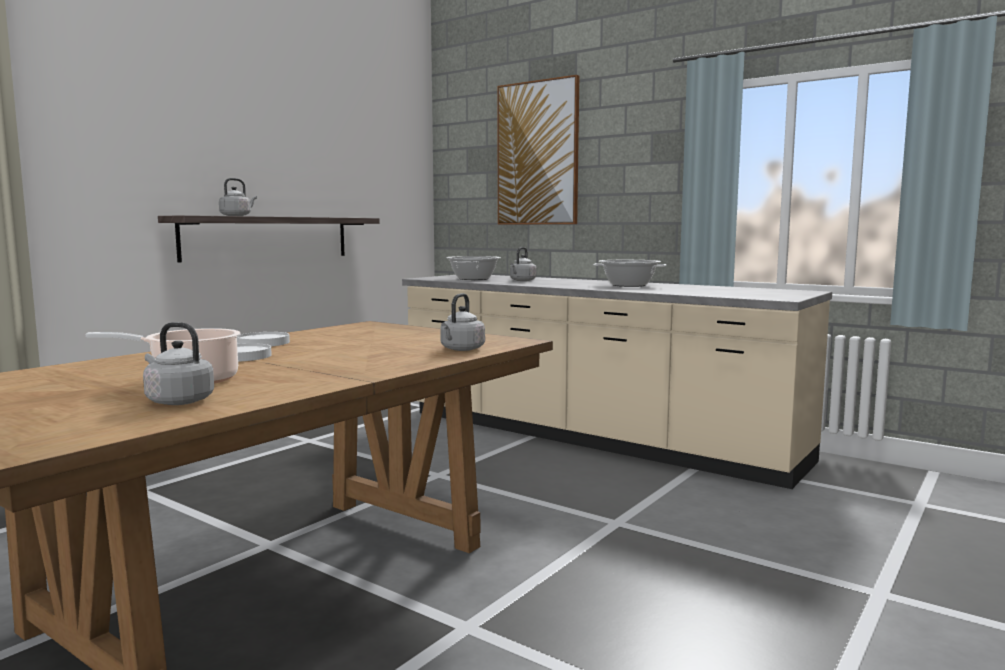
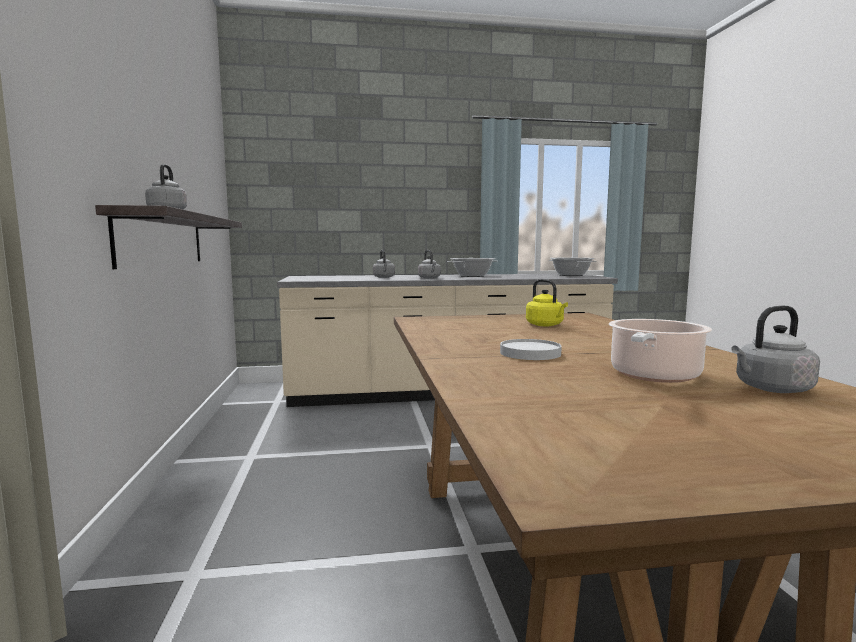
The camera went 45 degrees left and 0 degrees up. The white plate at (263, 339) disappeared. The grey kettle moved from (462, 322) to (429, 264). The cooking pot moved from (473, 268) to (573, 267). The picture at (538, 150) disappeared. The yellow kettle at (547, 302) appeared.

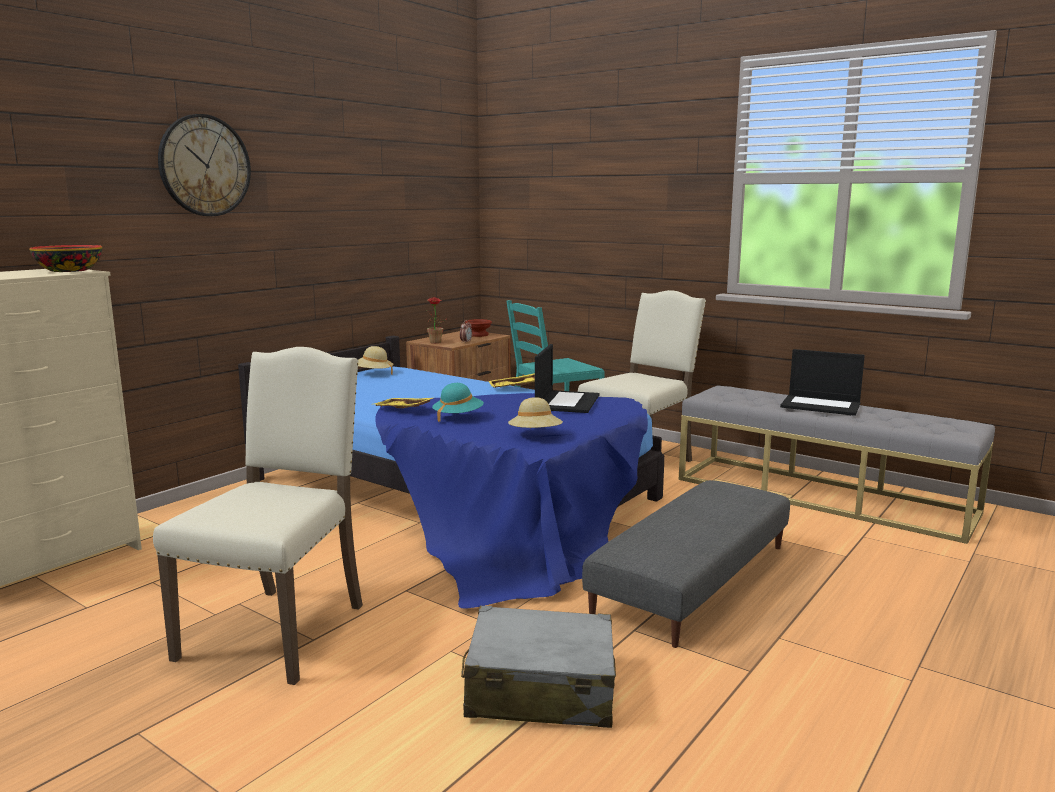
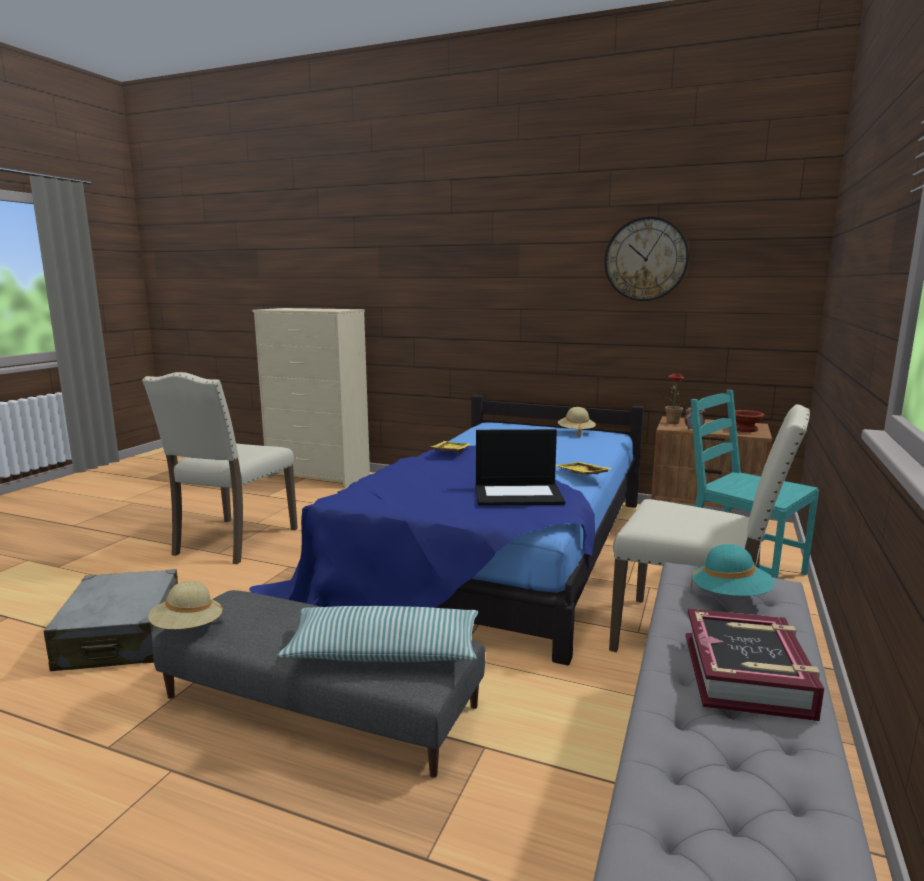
The camera went 75 degrees right and 0 degrees up. The bowl at (65, 258) disappeared. The beige chair at (258, 516) turned 105 degrees clockwise. The wall clock moved from (204, 165) to (646, 258). The turquoise hat moved from (458, 403) to (733, 570). The beige hat moved from (535, 412) to (186, 605). The laptop at (822, 382) was replaced by the book at (755, 665). The pillow at (377, 634) appeared.

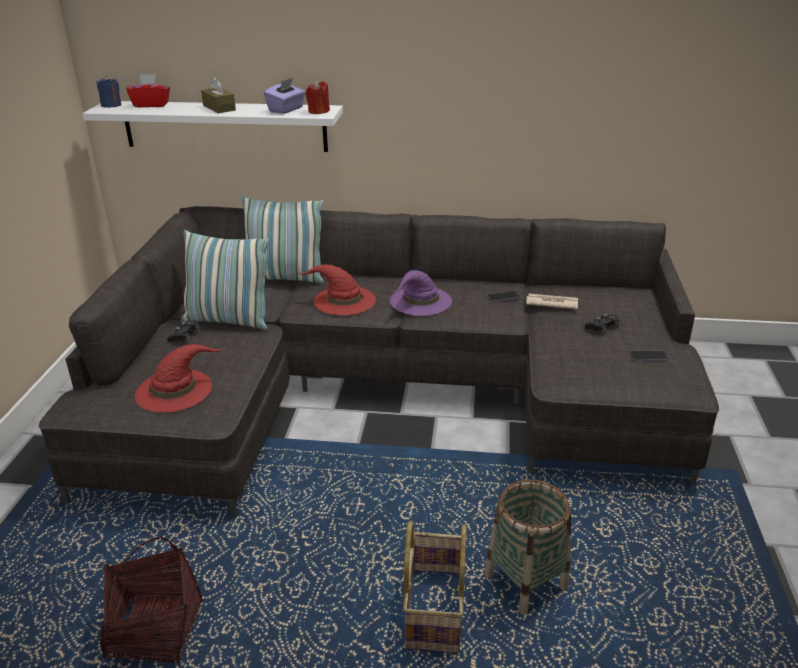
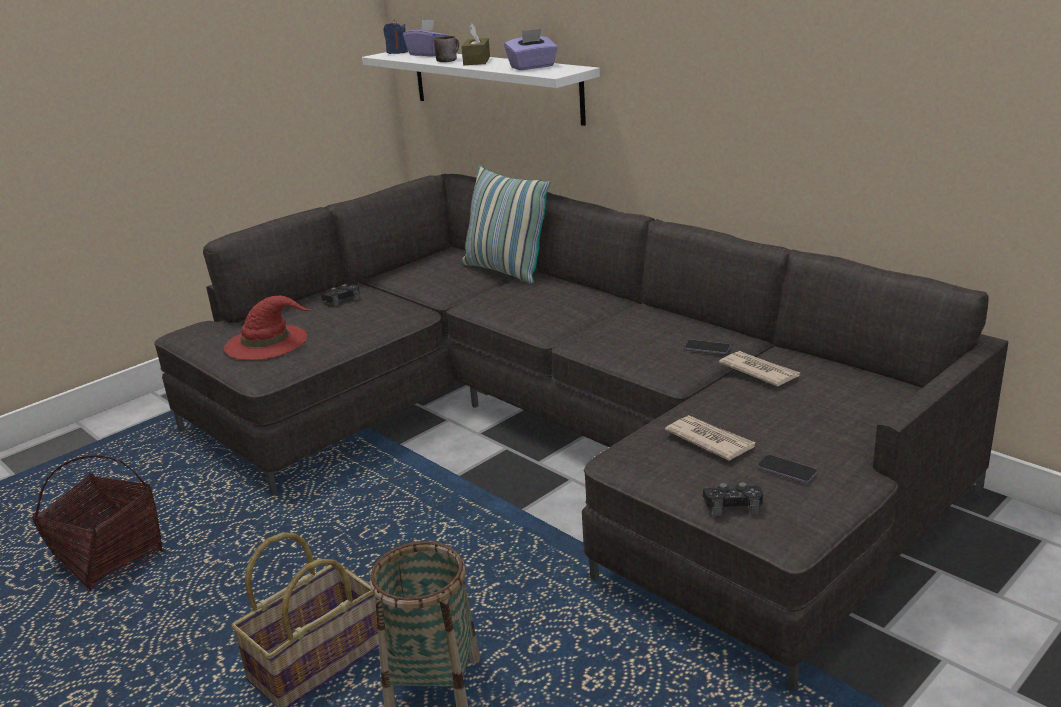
The camera went 40 degrees right and 5 degrees down. The red tissue box at (148, 90) became the purple tissue box at (426, 38). The pillow at (225, 279) disappeared. The red hat at (337, 289) disappeared. The red candle at (318, 97) disappeared. The purple hat at (421, 293) disappeared. The black game controller moved from (602, 324) to (733, 499). The brown mug at (446, 49) appeared. The newspaper at (710, 438) appeared.

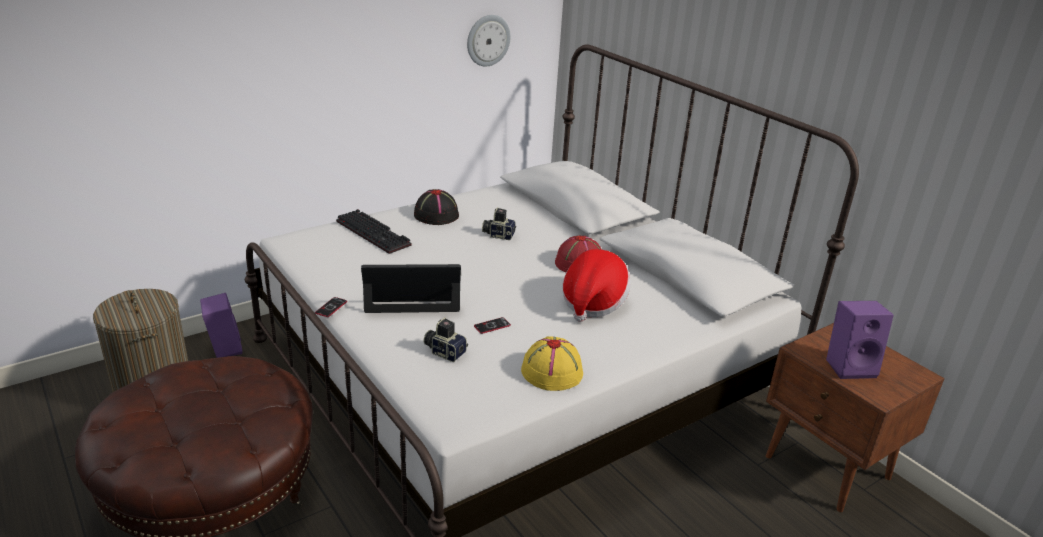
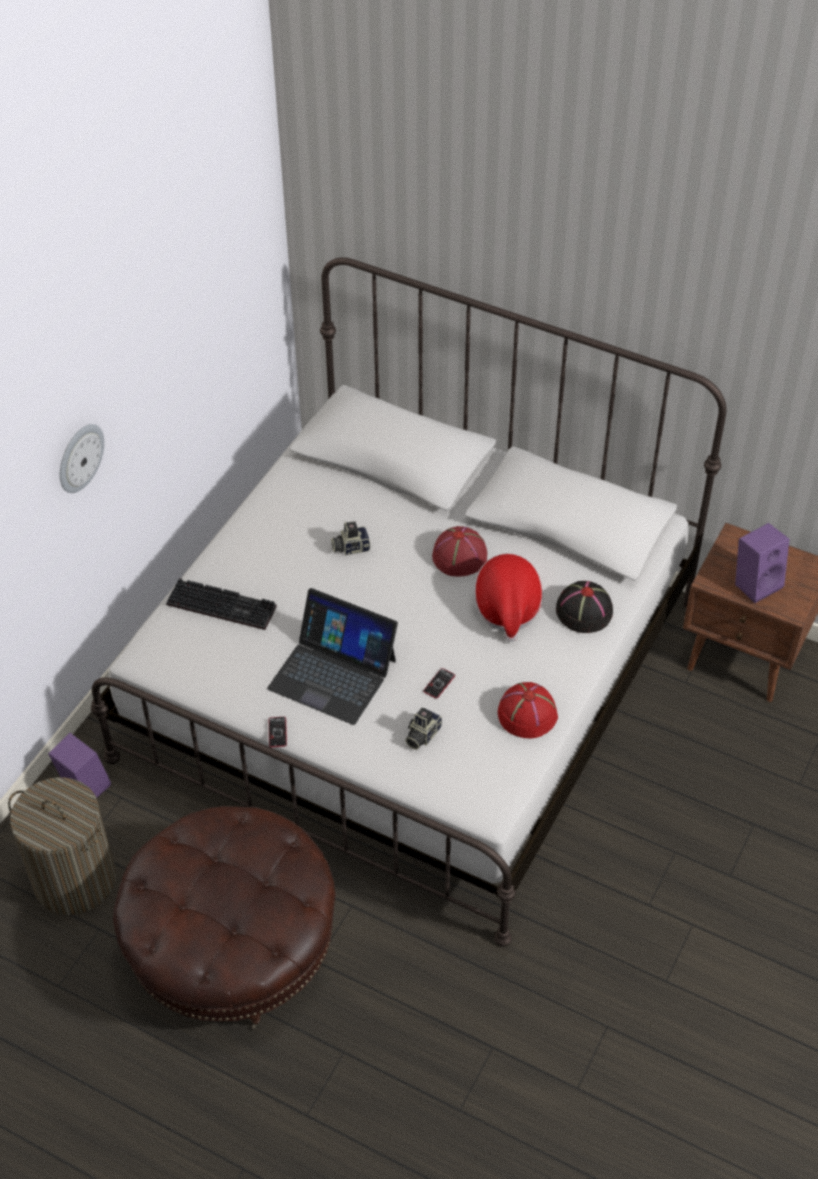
The camera went 25 degrees left and 20 degrees up. The laptop at (411, 288) turned 120 degrees counterclockwise. The black hat moved from (436, 207) to (584, 607). The photo camera at (445, 339) turned 60 degrees counterclockwise. The wall clock moved from (488, 40) to (82, 458). The yellow hat at (552, 363) became the red hat at (528, 710).

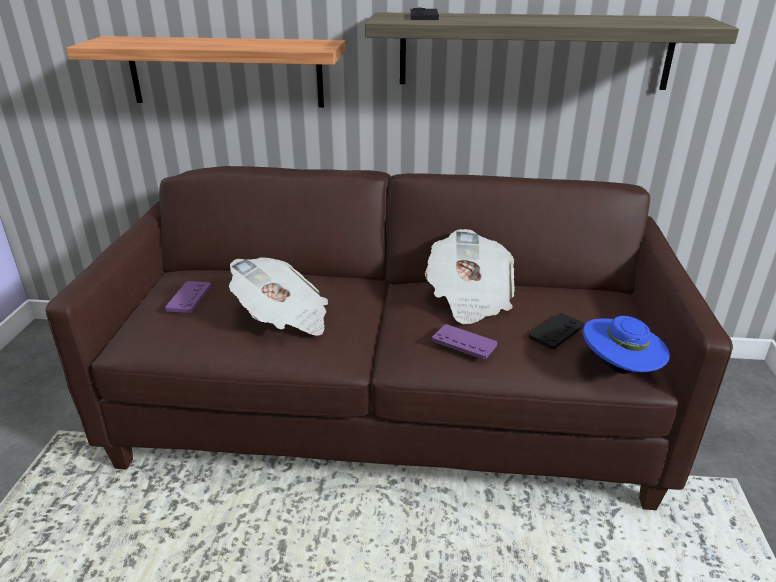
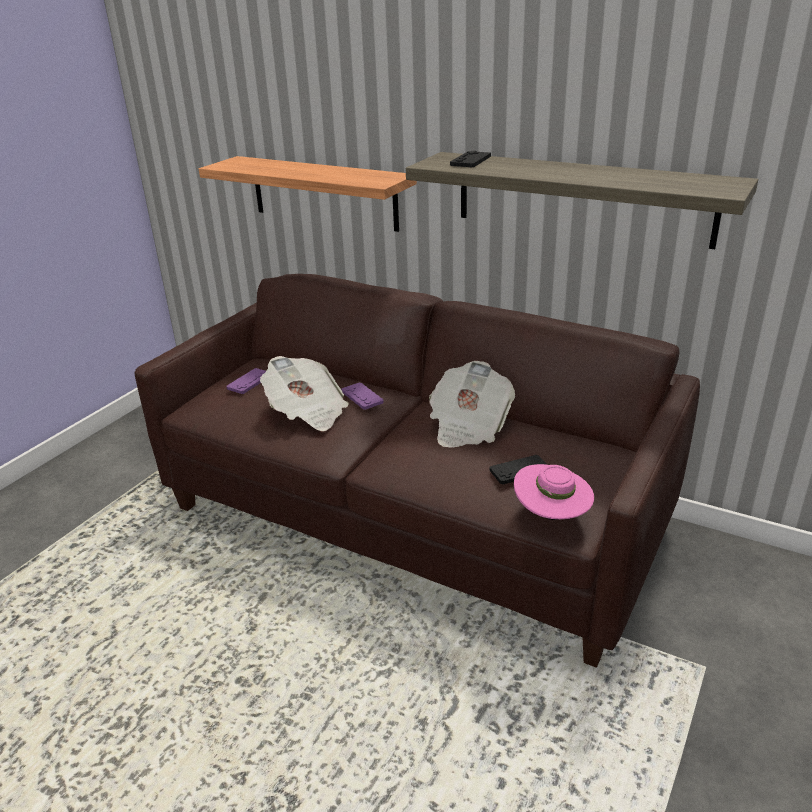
The camera went 25 degrees right and 0 degrees up. The purple game controller moved from (464, 342) to (362, 396). The blue hat at (626, 345) became the pink hat at (554, 492).

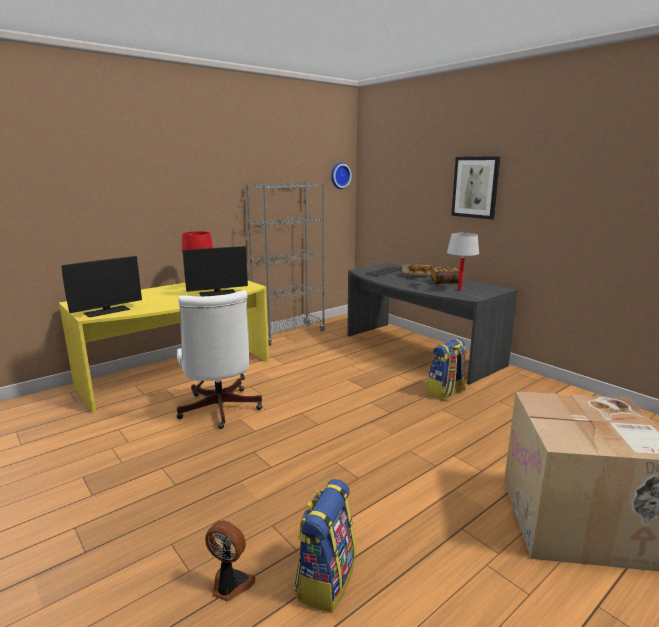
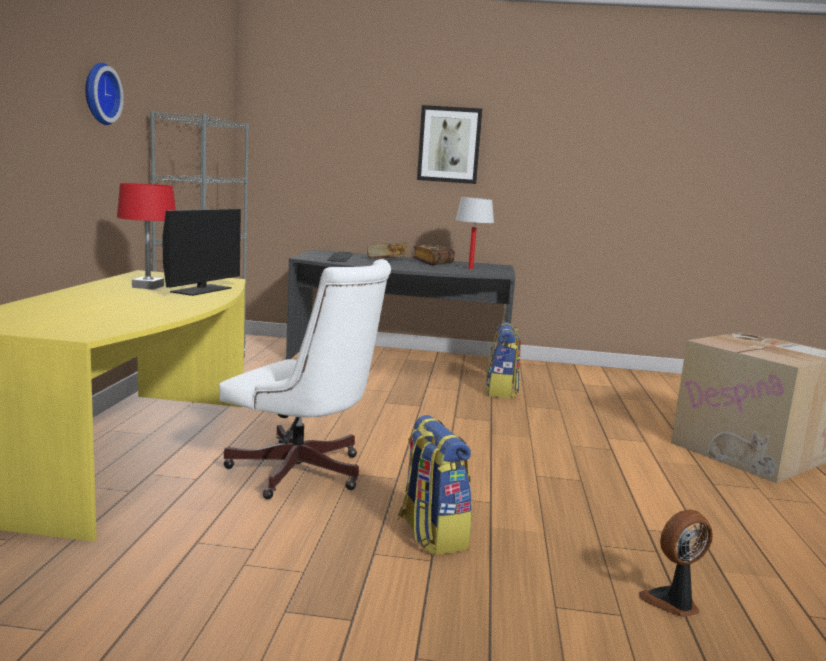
The camera went 45 degrees left and 5 degrees down. The monitor at (101, 287) disappeared. The backpack moved from (325, 546) to (435, 485). The wall clock moved from (341, 175) to (104, 94).

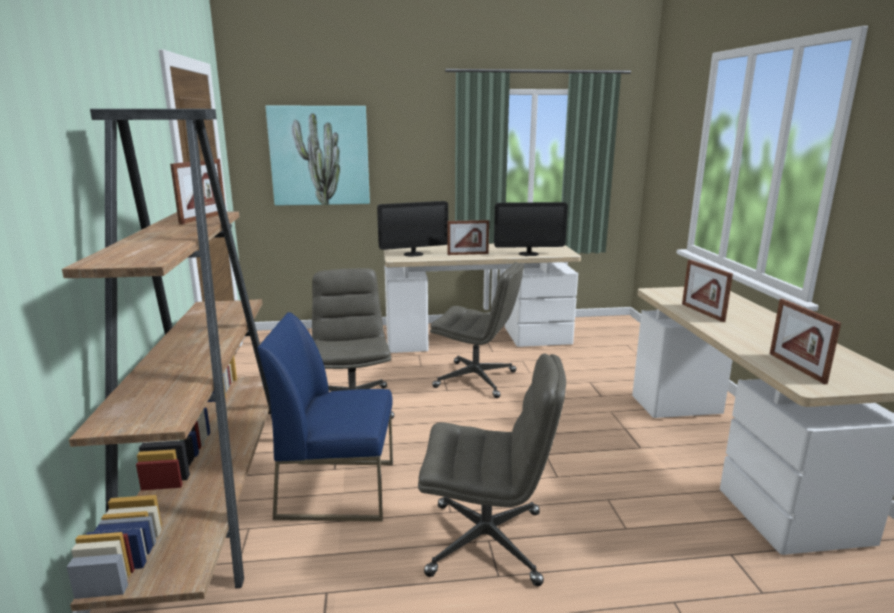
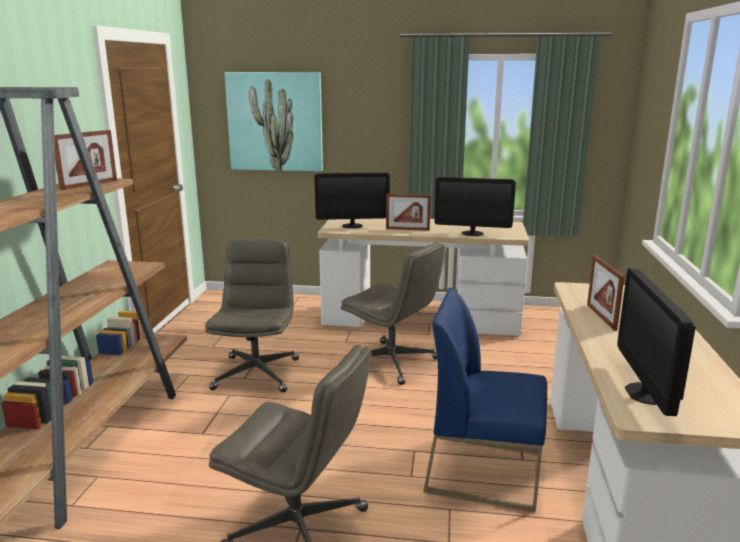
The camera went 15 degrees right and 0 degrees up. The blue chair moved from (325, 416) to (485, 399). The picture frame at (805, 341) was replaced by the monitor at (656, 342).

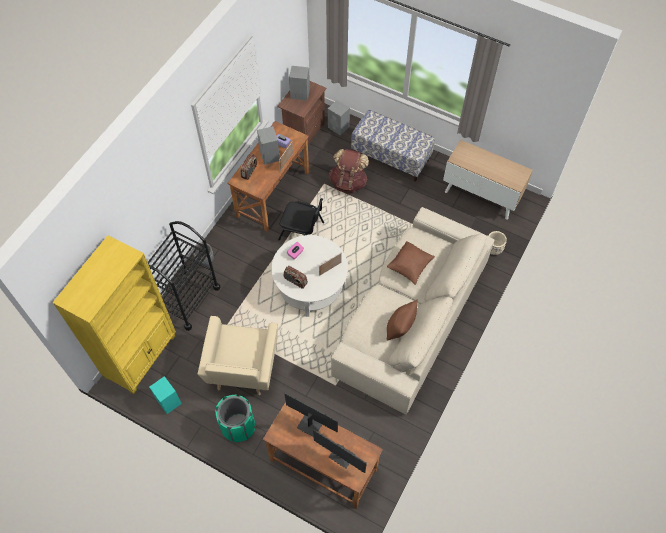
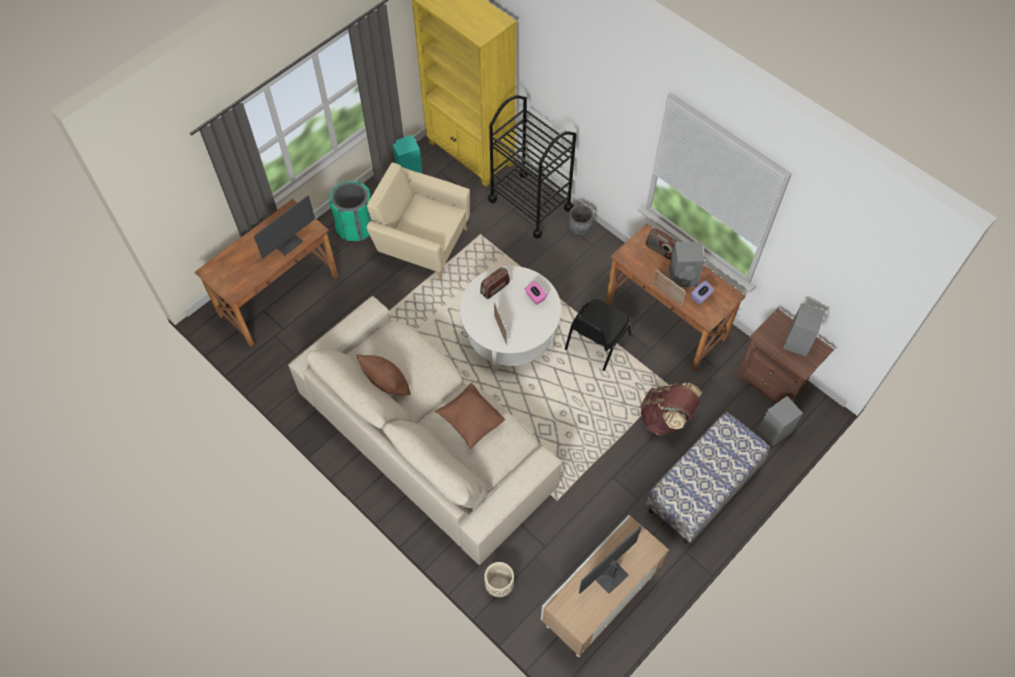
The camera went 105 degrees right and 0 degrees up. The monitor moved from (340, 451) to (610, 560).

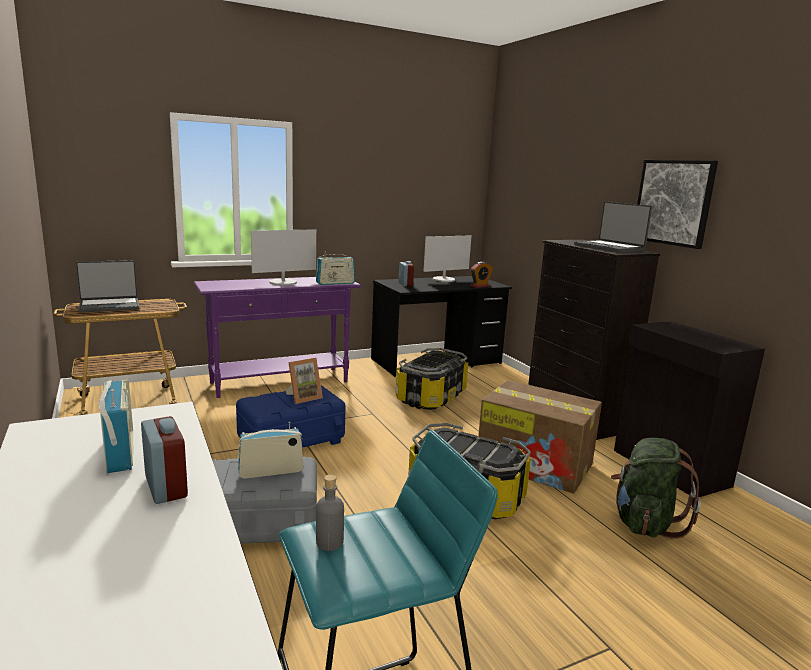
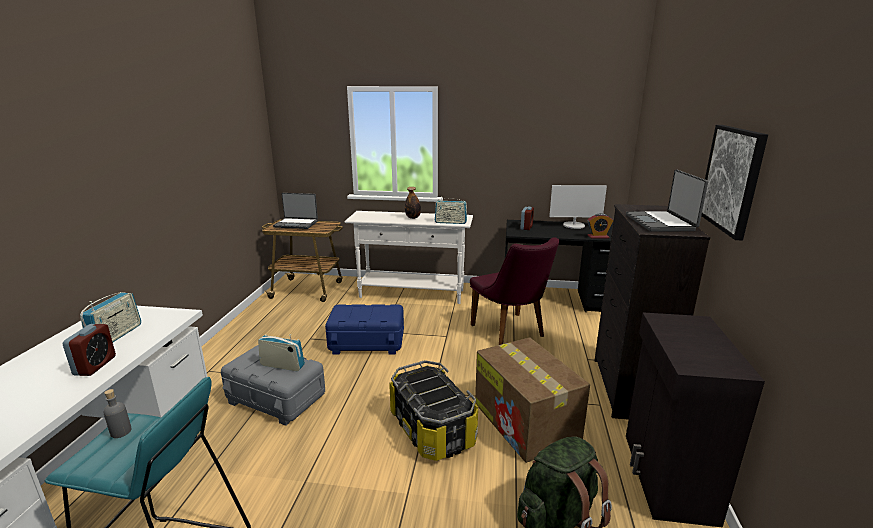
The camera went 35 degrees right and 5 degrees up. The purple console table at (277, 337) became the white console table at (409, 257). The monitor at (283, 257) was replaced by the bottle at (413, 203). The picture frame at (304, 381) disappeared. The storage box at (432, 379) was replaced by the purple chair at (514, 291).

